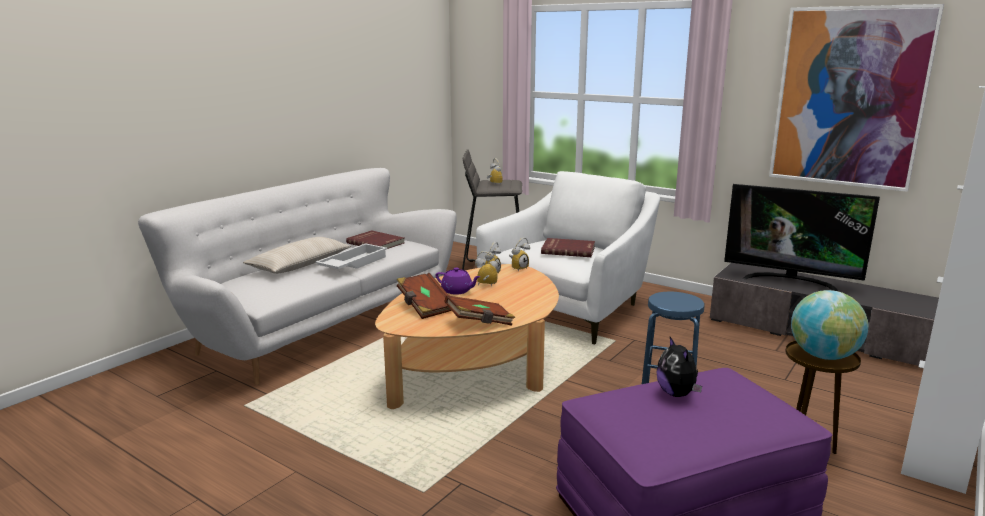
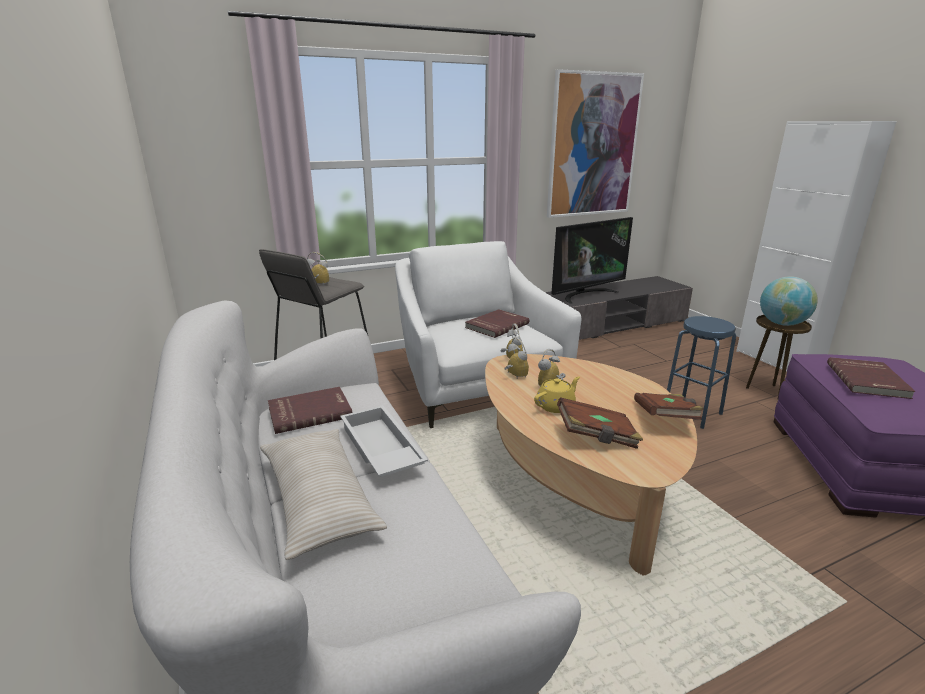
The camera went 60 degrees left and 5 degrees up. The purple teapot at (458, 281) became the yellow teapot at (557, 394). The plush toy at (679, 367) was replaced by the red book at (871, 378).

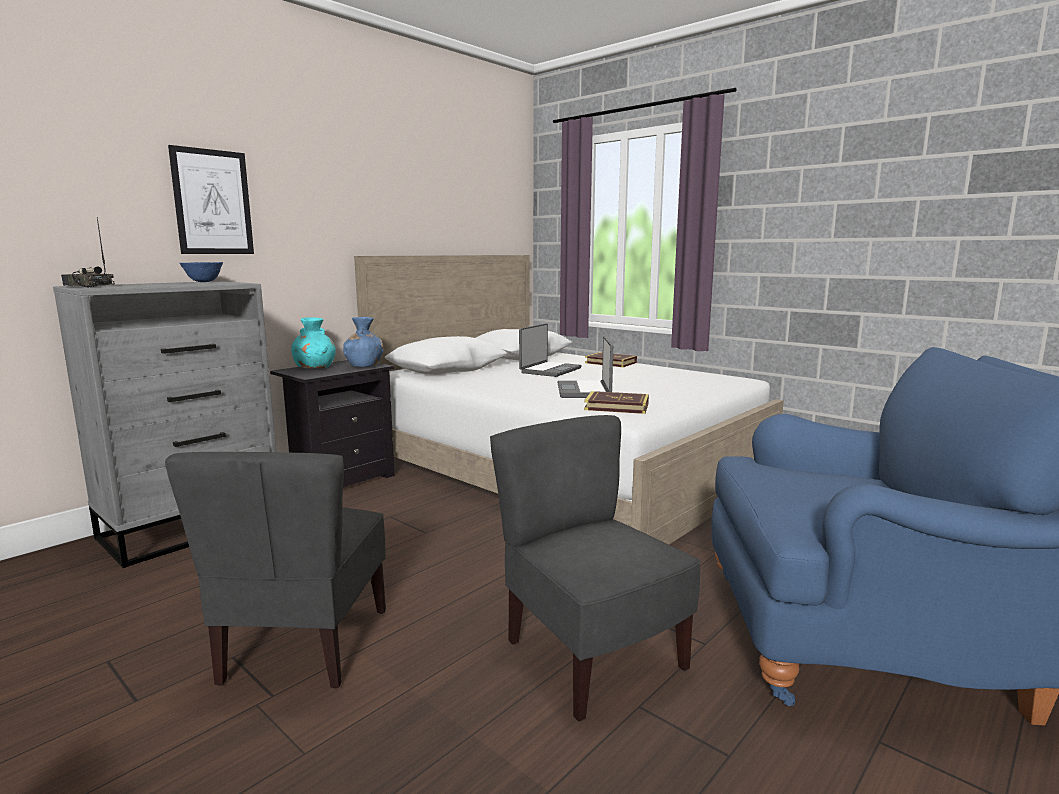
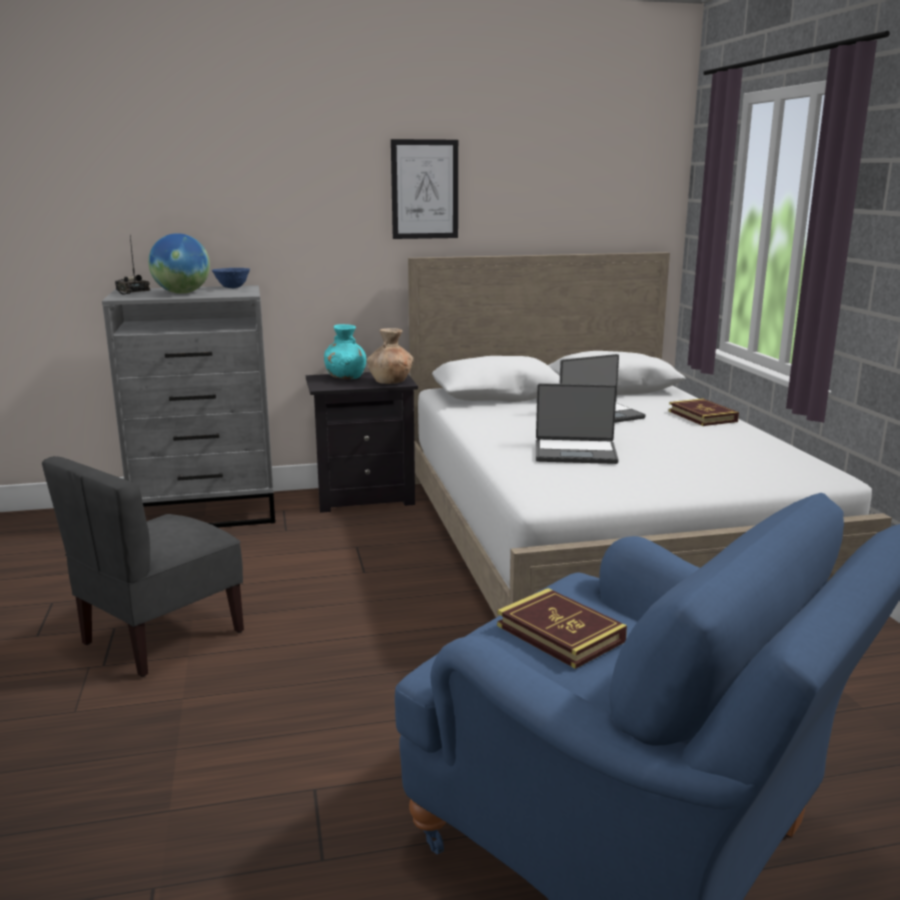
The camera went 35 degrees right and 5 degrees up. The picture moved from (211, 199) to (424, 189). The blue vase at (363, 342) became the brown vase at (390, 356). The grey chair at (595, 568) disappeared. The laptop at (585, 367) turned 120 degrees counterclockwise. The book moved from (616, 402) to (562, 628). The globe at (179, 263) appeared.

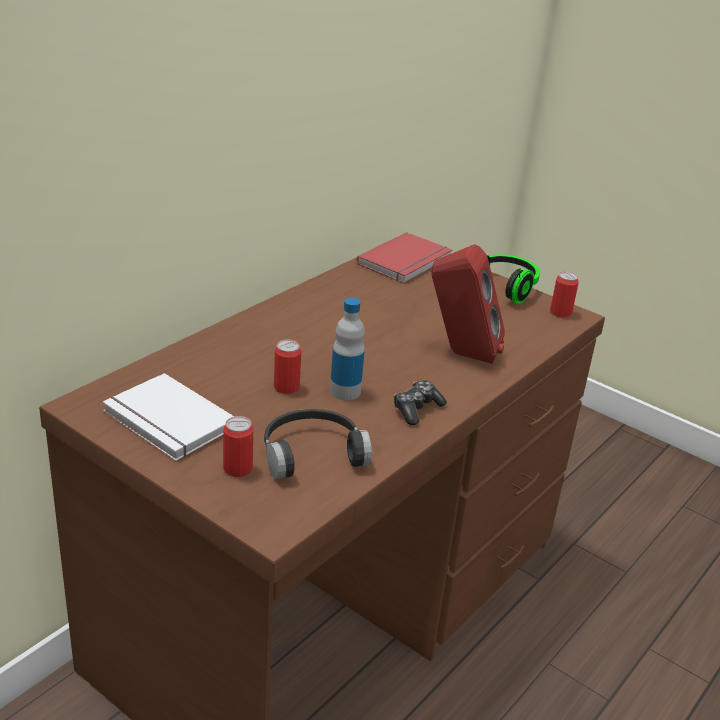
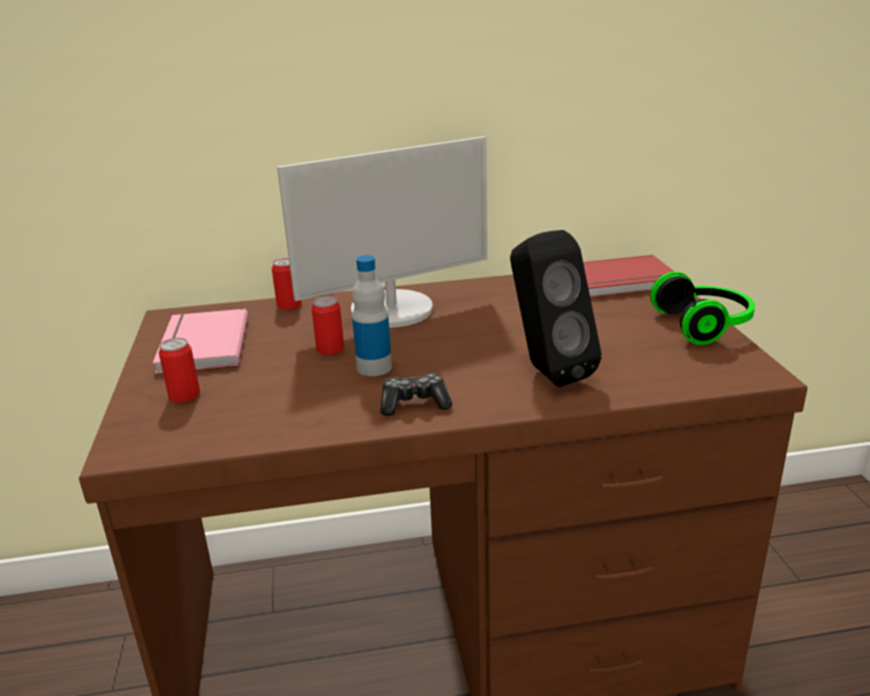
The camera went 45 degrees right and 5 degrees down. The white book at (168, 417) became the pink book at (200, 341). The black headphones at (318, 444) disappeared. The red speaker at (468, 304) became the black speaker at (556, 308). The can moved from (564, 294) to (287, 284). The monitor at (382, 232) appeared.

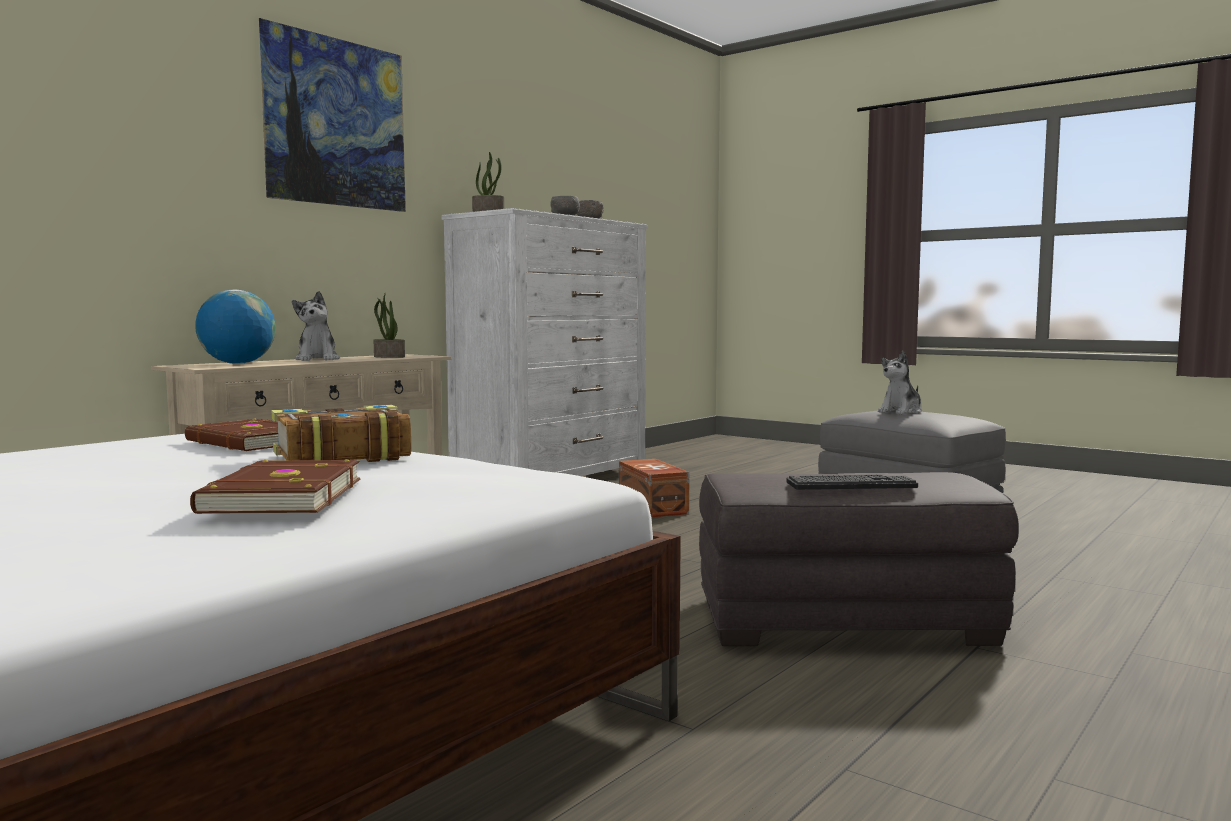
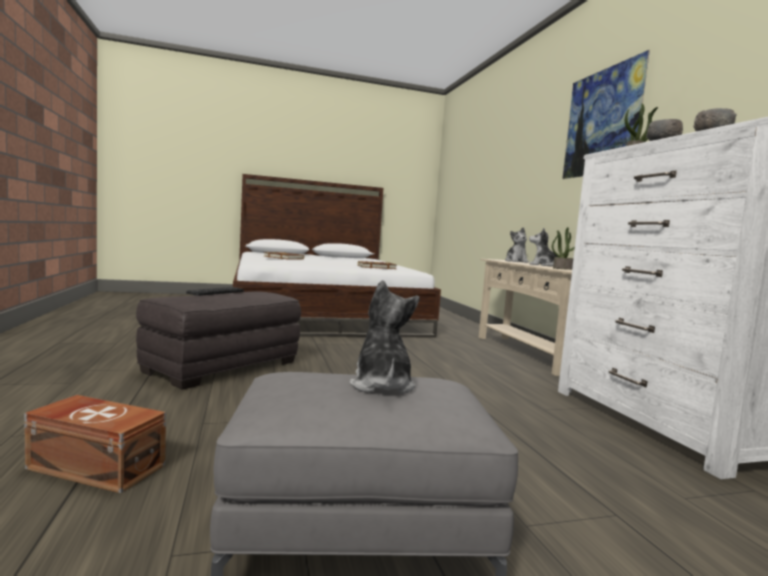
The camera went 125 degrees right and 0 degrees up. The globe at (235, 326) was replaced by the plush toy at (517, 245). The book at (341, 433) disappeared. The brown storage box moved from (654, 488) to (95, 444).

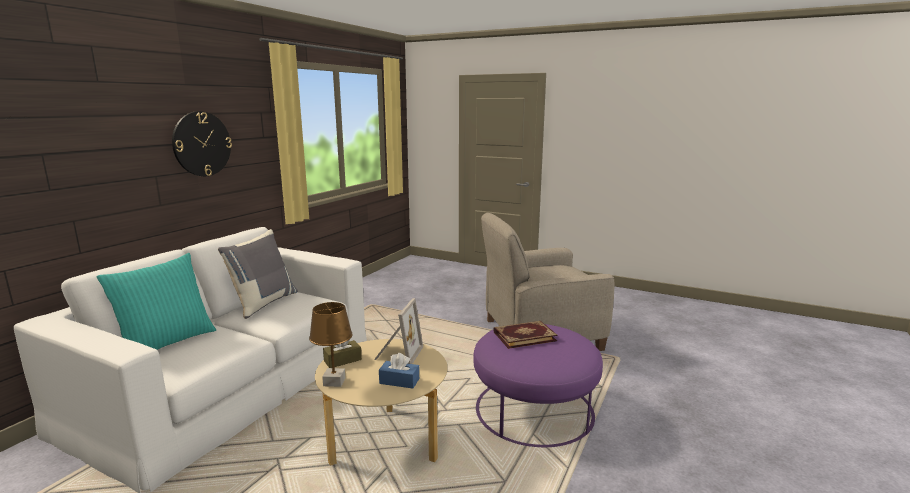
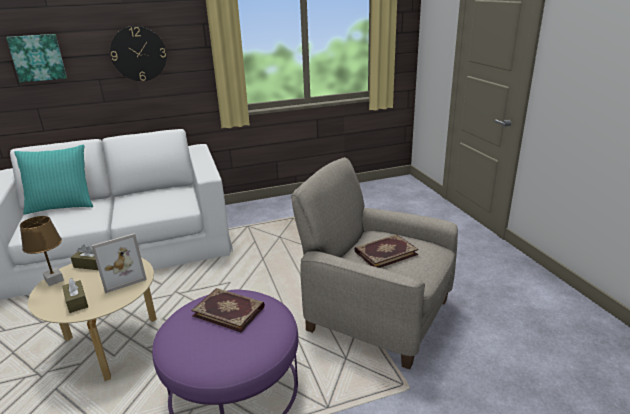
The camera went 45 degrees right and 10 degrees up. The grey pillow at (258, 274) disappeared. The blue tissue box at (399, 371) became the brown tissue box at (75, 295). The picture at (36, 58) appeared. The book at (386, 251) appeared.

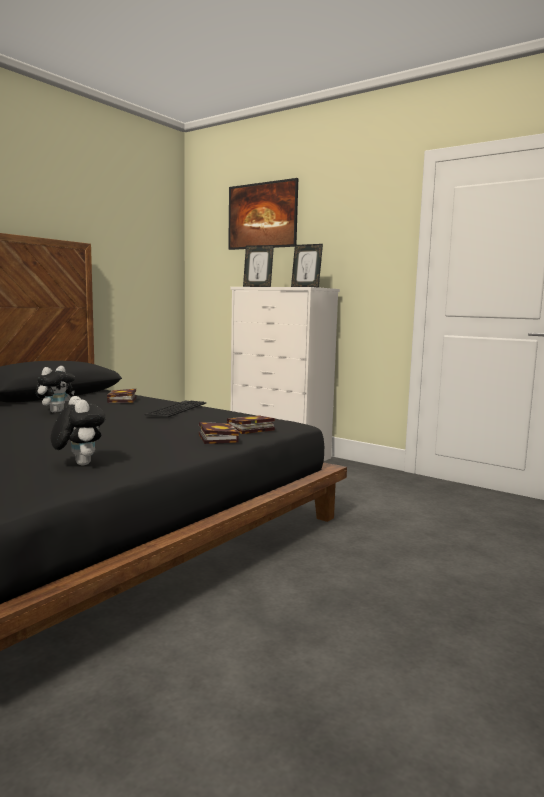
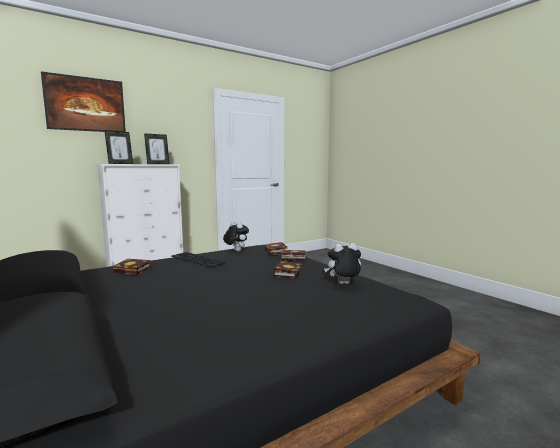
The camera went 70 degrees left and 0 degrees up. The plush toy moved from (55, 389) to (236, 236). The book at (287, 270) appeared.

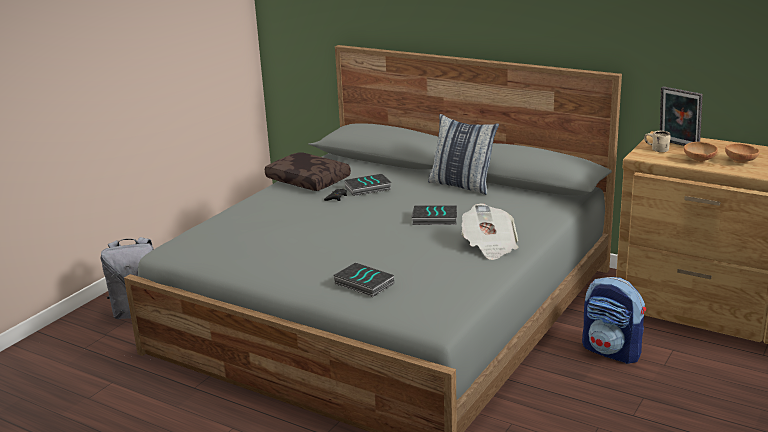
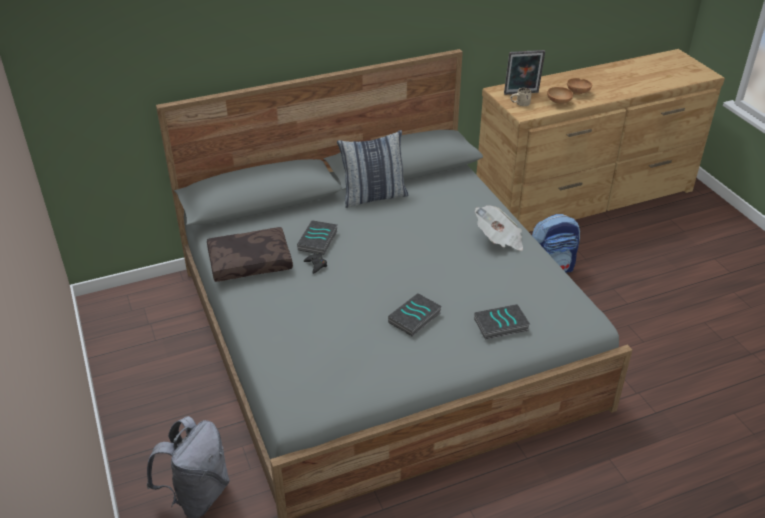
The camera went 55 degrees left and 15 degrees up. The book moved from (434, 215) to (415, 315).

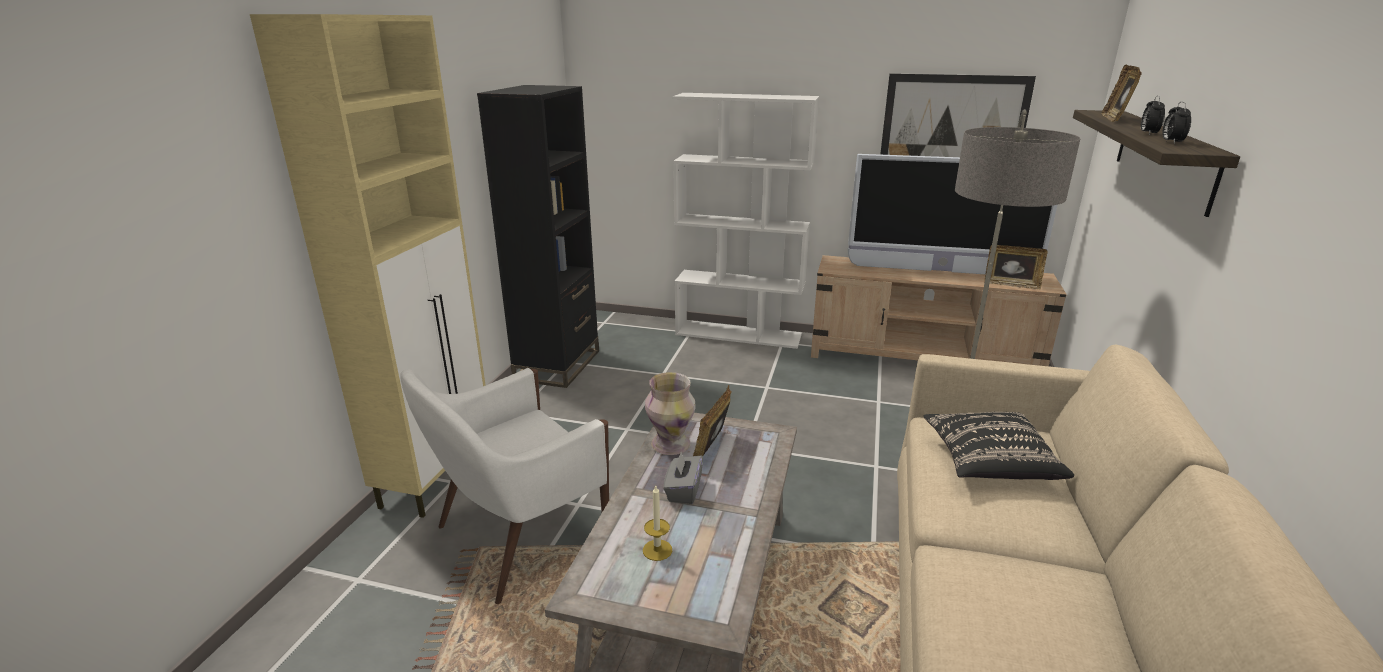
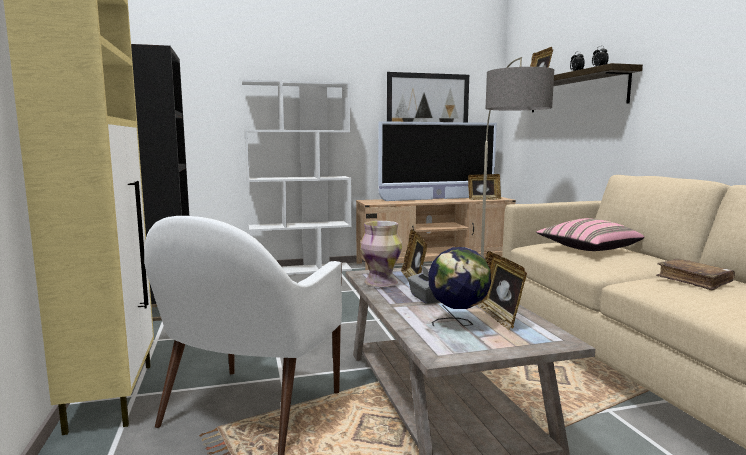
The camera went 30 degrees left and 15 degrees down. The candle at (657, 523) was replaced by the globe at (459, 286). The black pillow at (998, 446) became the pink pillow at (590, 234). The picture frame at (502, 290) appeared. The brown book at (695, 274) appeared.

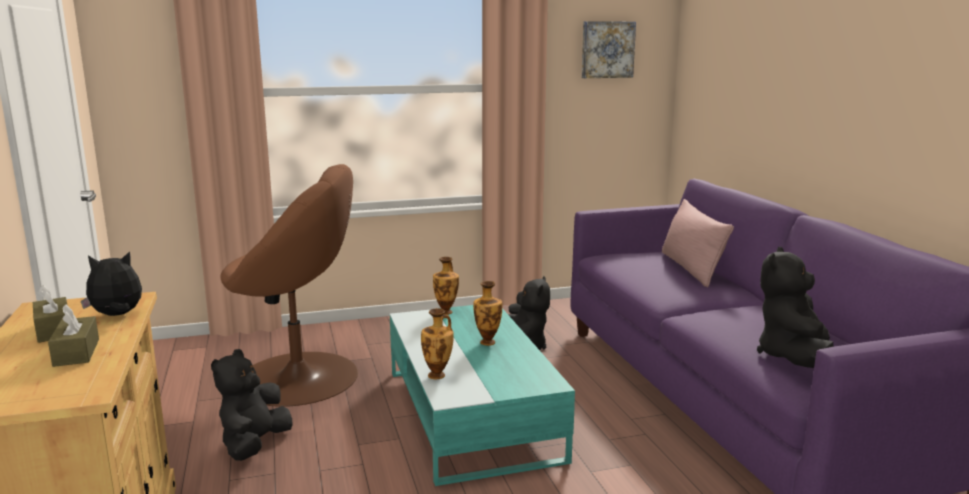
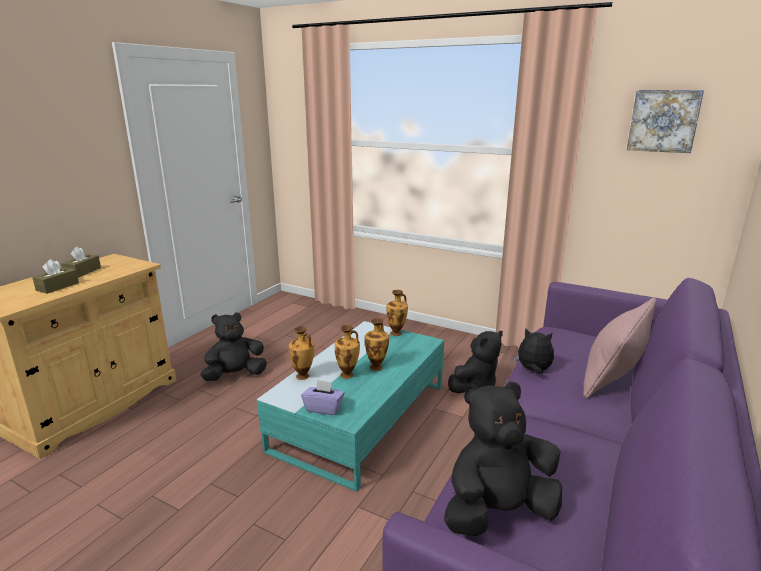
The camera went 45 degrees right and 5 degrees up. The plush toy moved from (111, 283) to (534, 351). The brown armchair at (289, 285) disappeared. The purple tissue box at (323, 397) appeared. The vase at (347, 352) appeared.

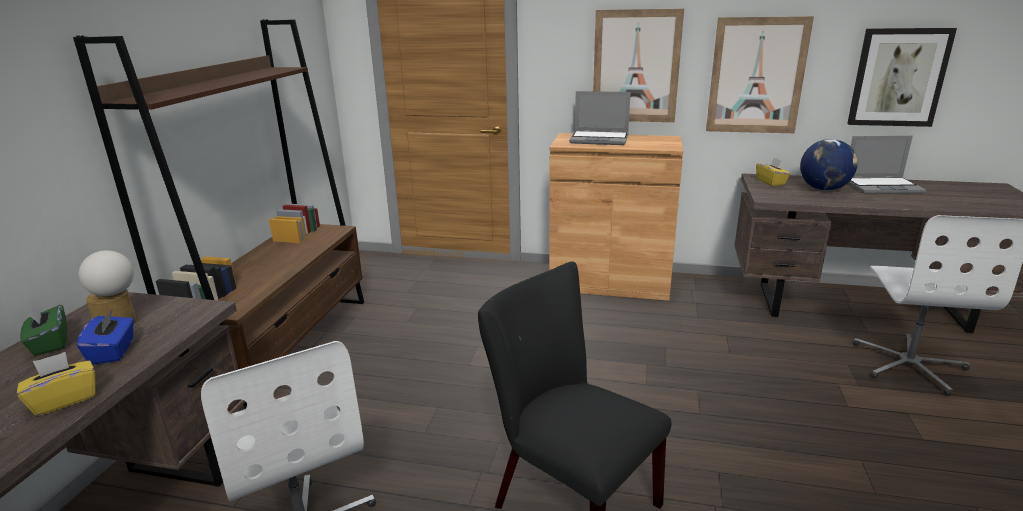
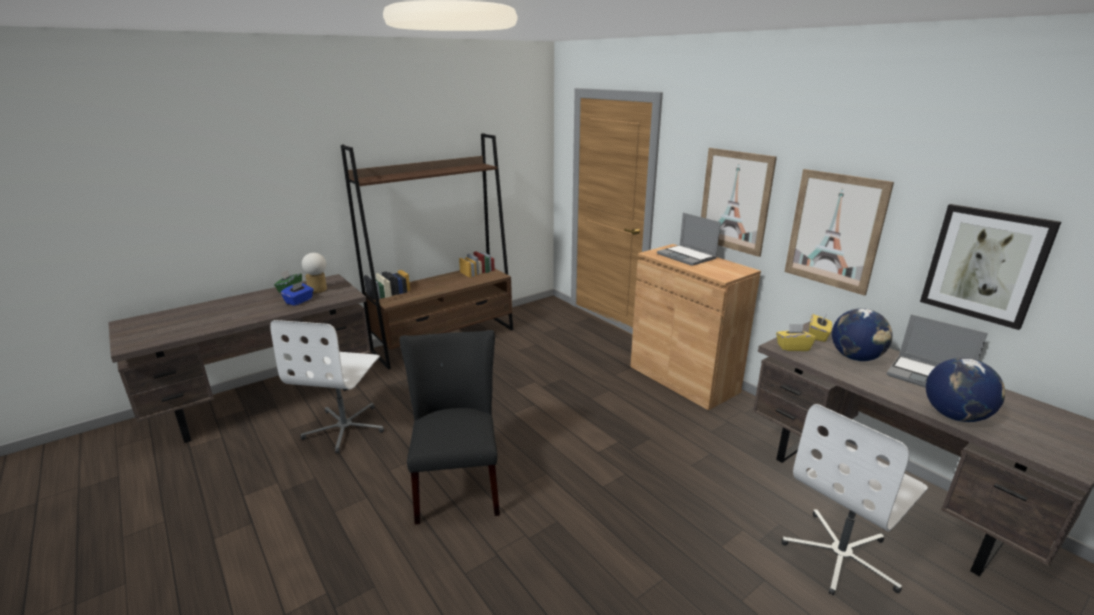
The camera went 40 degrees right and 0 degrees up. The yellow tissue box moved from (56, 384) to (796, 337). The globe at (965, 390) appeared.

